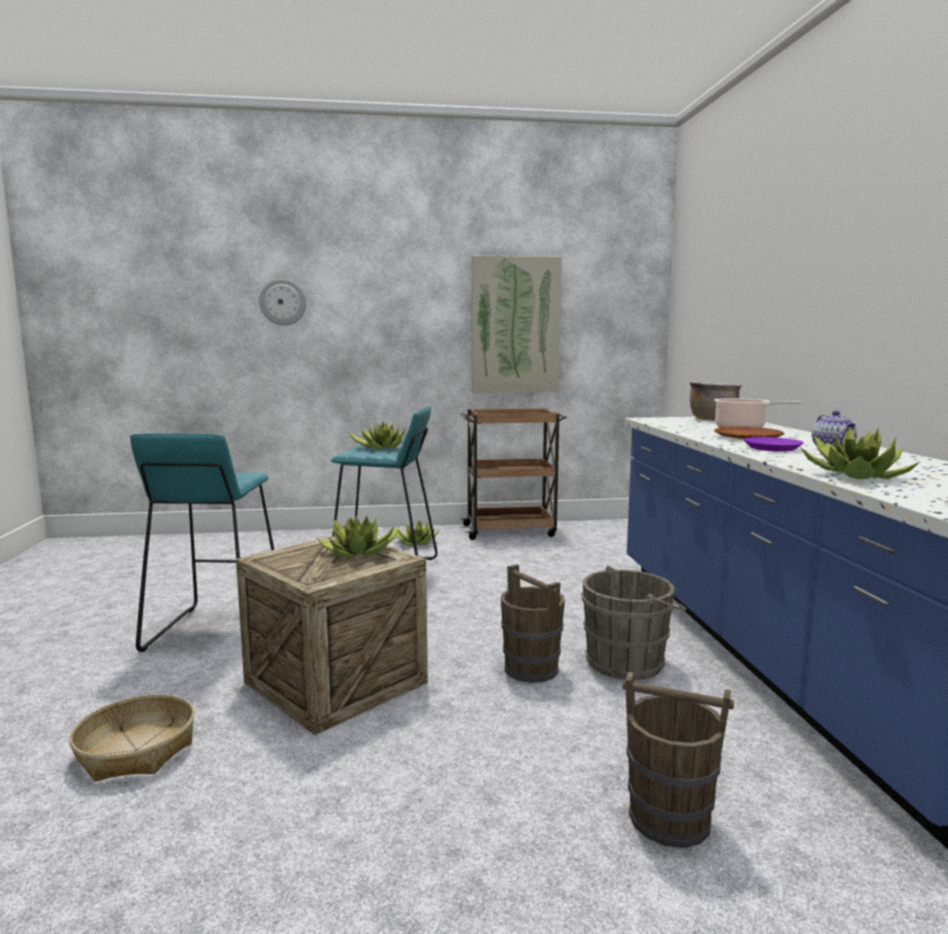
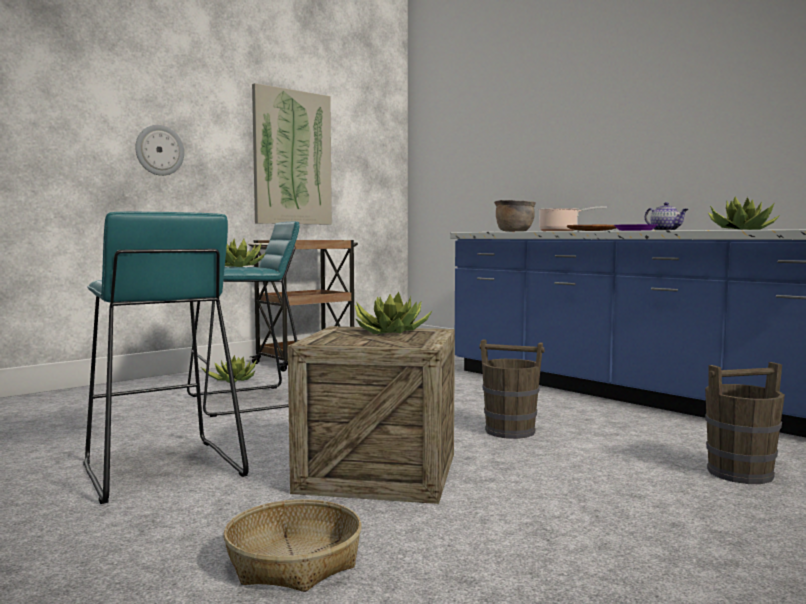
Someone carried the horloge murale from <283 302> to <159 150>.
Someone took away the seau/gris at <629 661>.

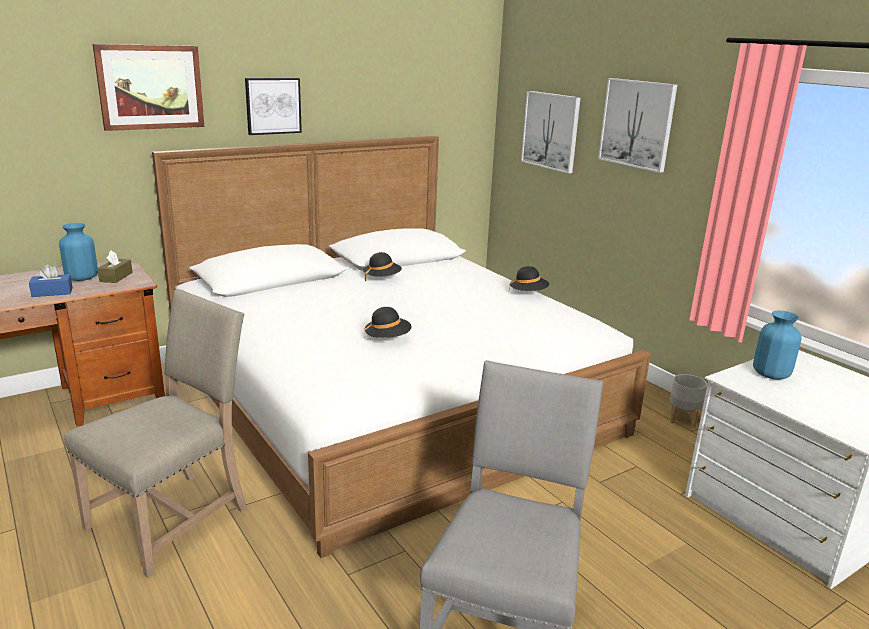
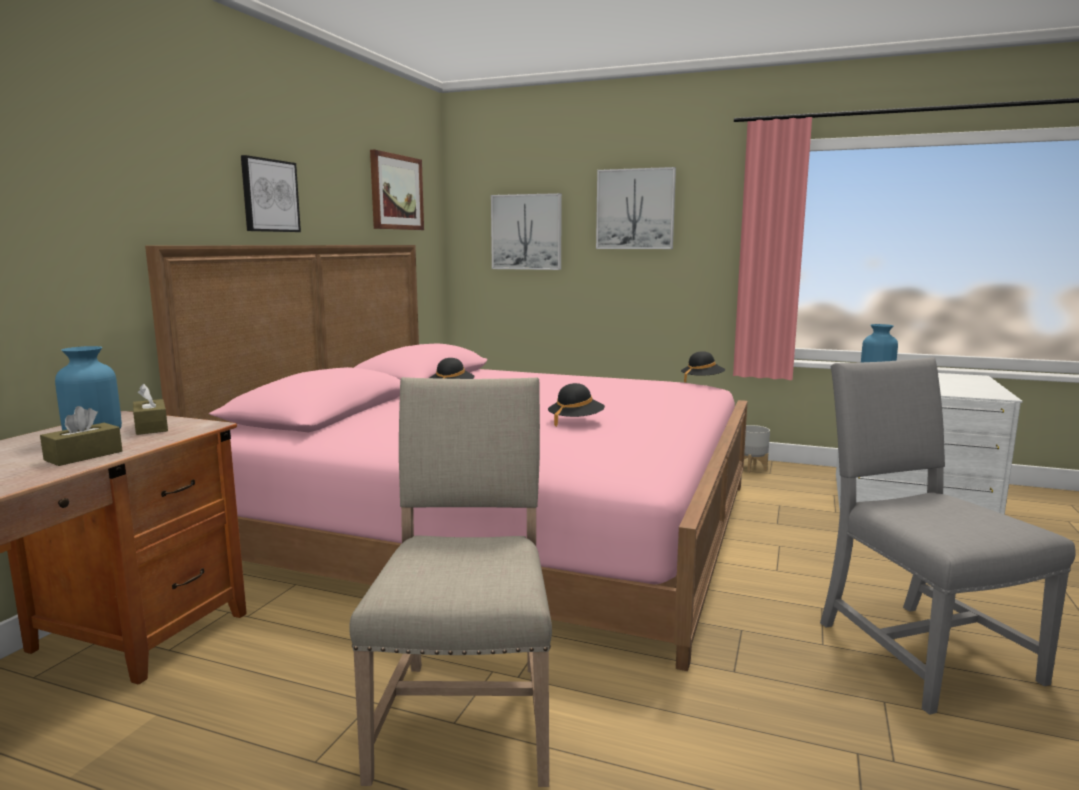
Someone repainted the boîte à mouchoirs/bleu at <52 292>, which became the boîte à mouchoirs/marron at <84 456>.
Someone repainted the lit/blanc at <389 396>, which became the lit/rose at <502 522>.
Someone carried the tableau from <150 87> to <396 192>.
Someone carried the chapeau/noir from <528 293> to <702 381>.

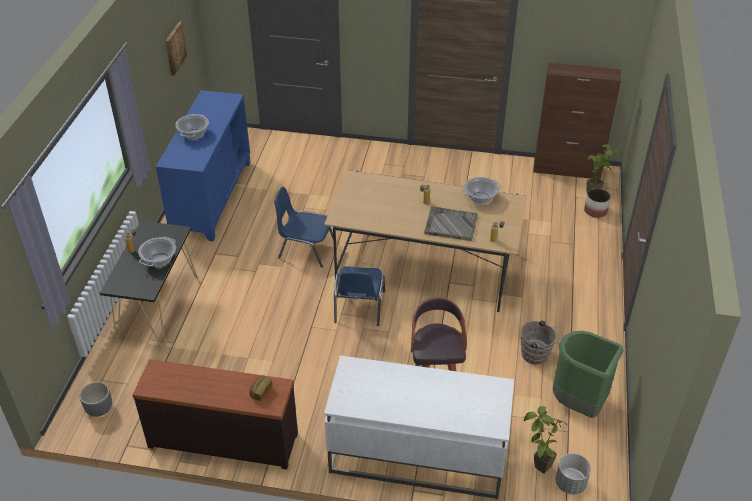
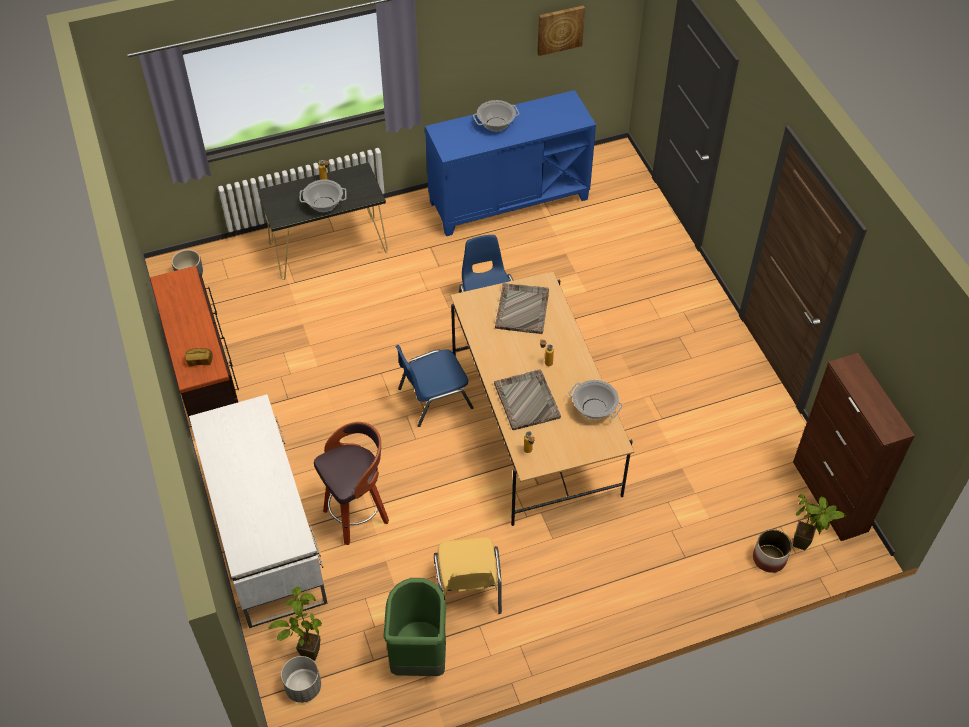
Someone swapped the seau/marron at <537 355> for the chaise/jaune at <468 589>.
Someone put down the plateau/gris at <522 309>.

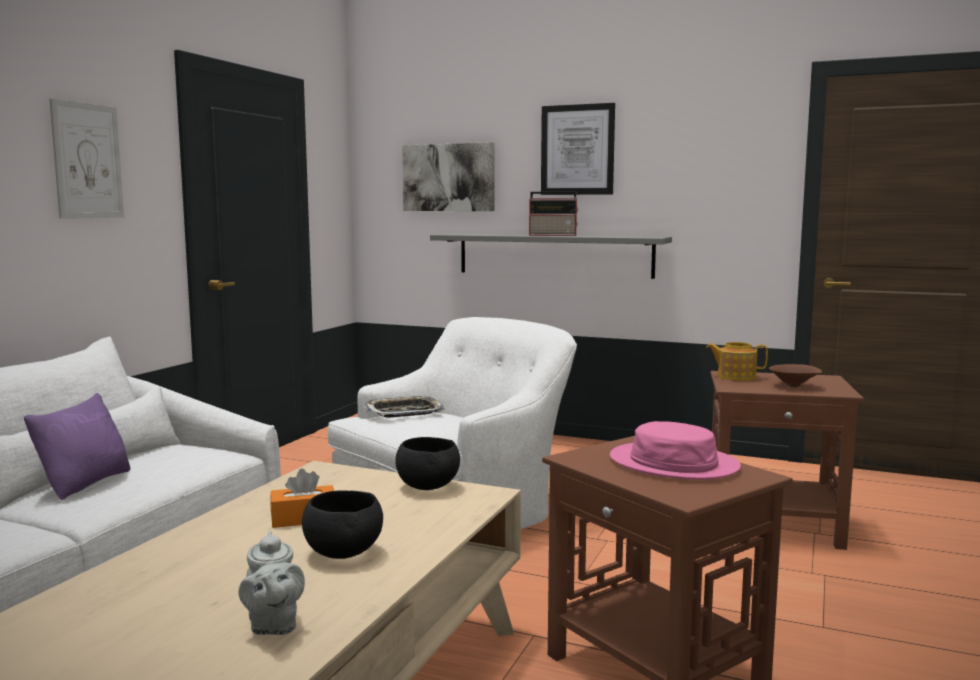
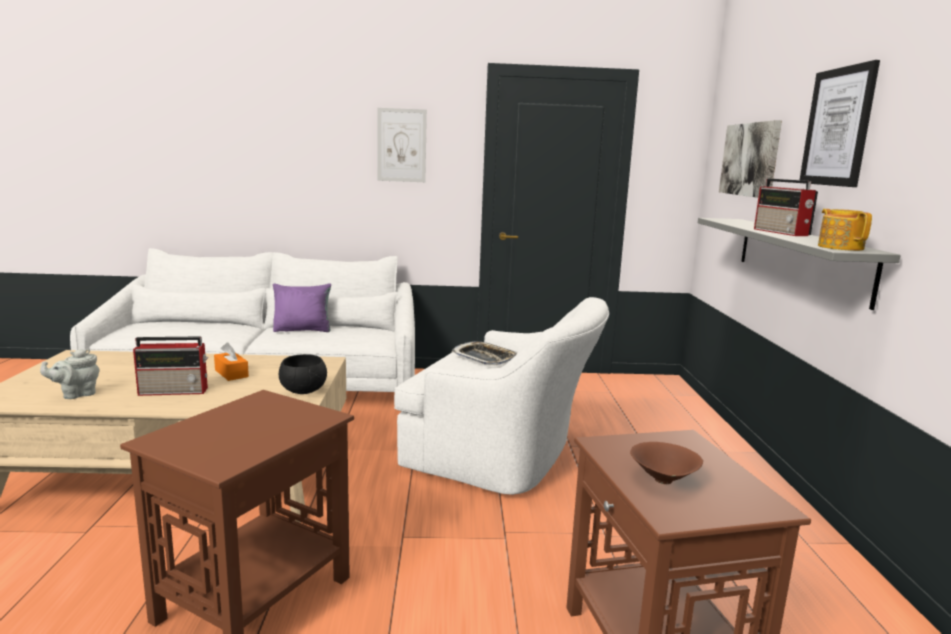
Someone swapped the bol/noir at <343 553> for the radio at <175 391>.
Someone carried the théière from <735 376> to <840 247>.
Someone took away the chapeau/rose at <673 463>.

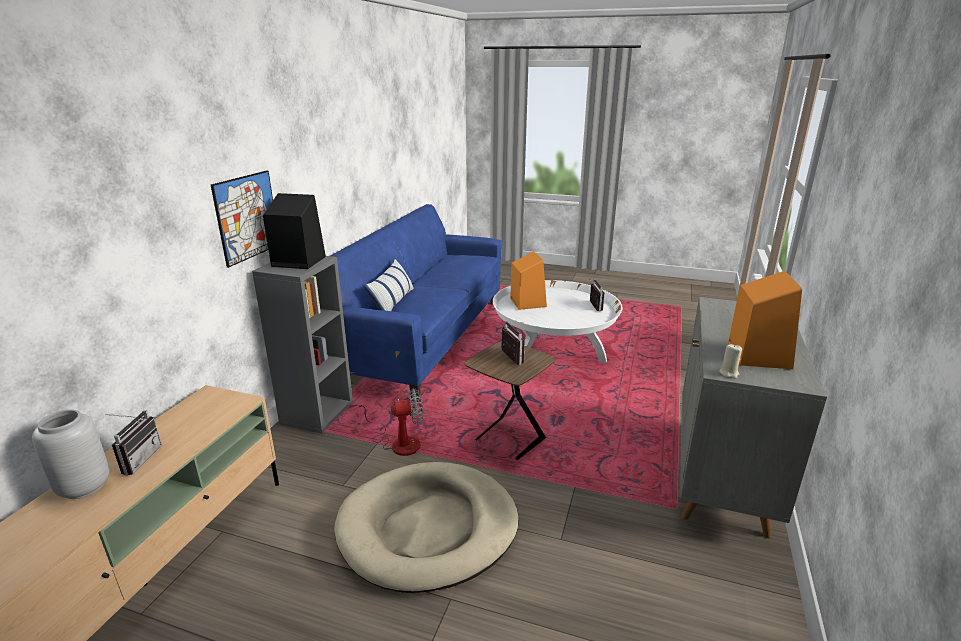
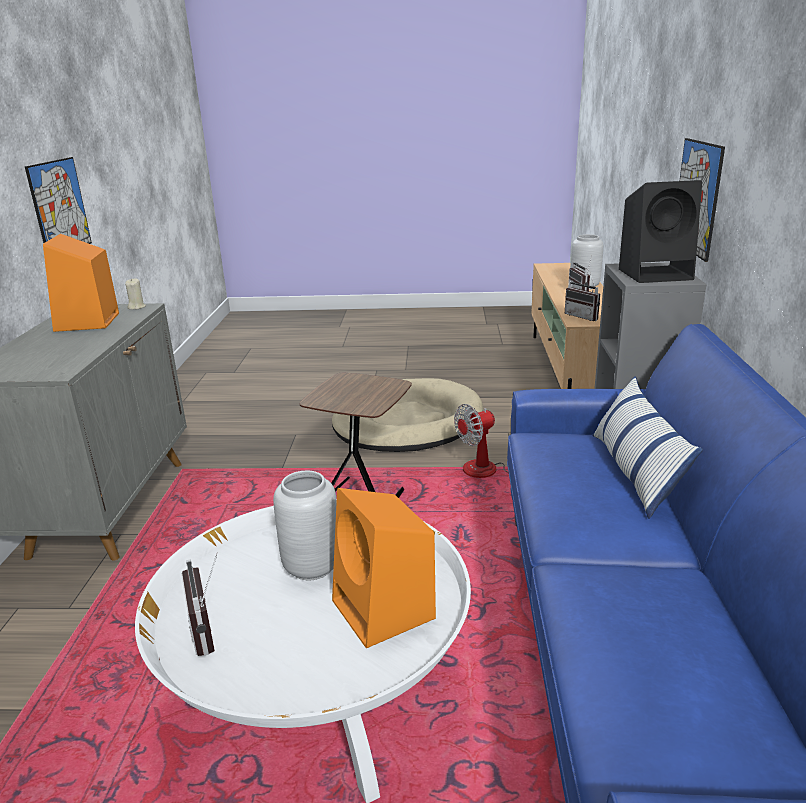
Someone put up the tableau at <59 208>.
Someone put down the vase/gris at <313 566>.
Someone carried the radio from <508 358> to <584 316>.

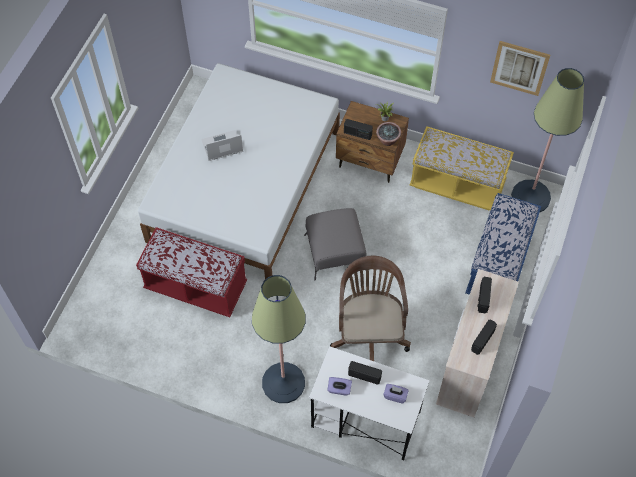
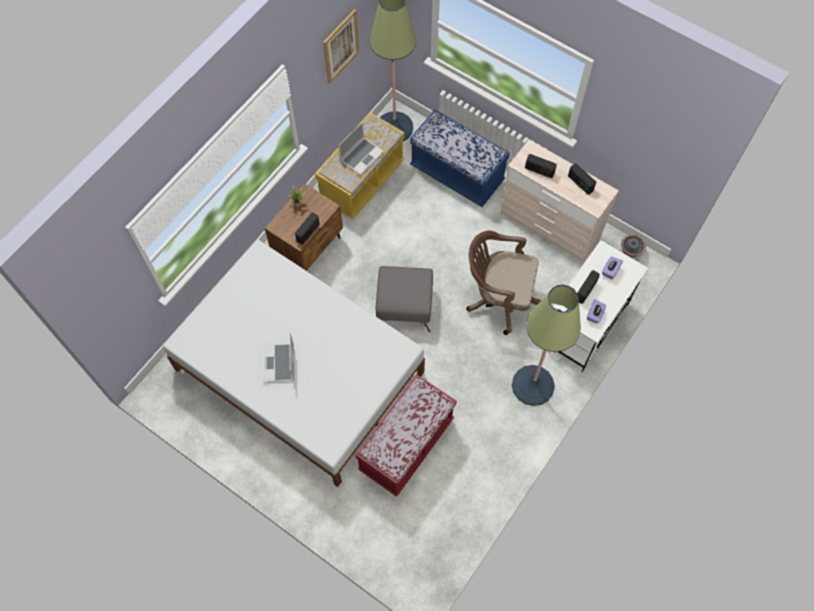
Someone put down the ordinateur portable at <361 156>.
Someone carried the plante en pot from <387 141> to <630 252>.

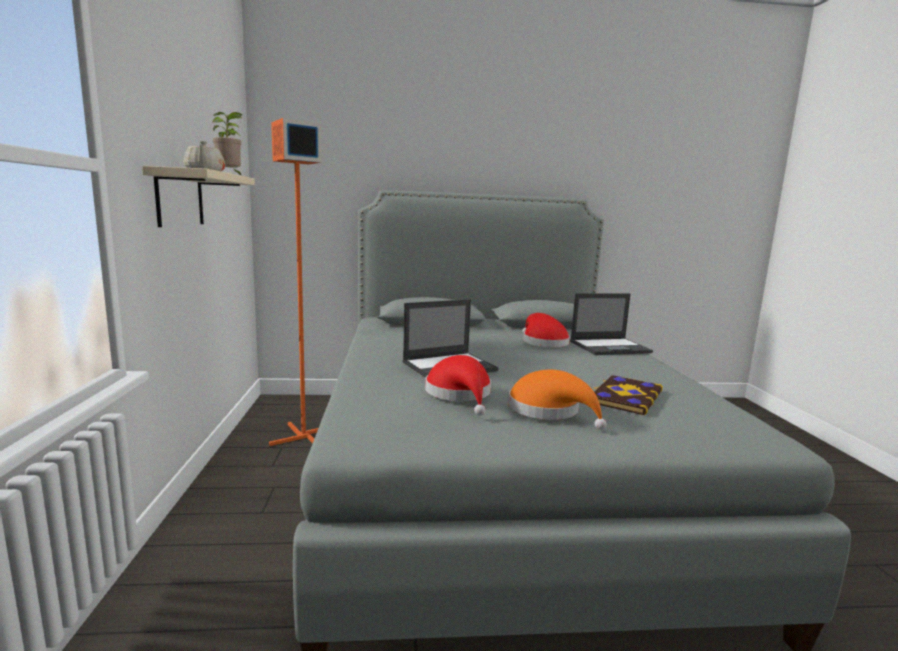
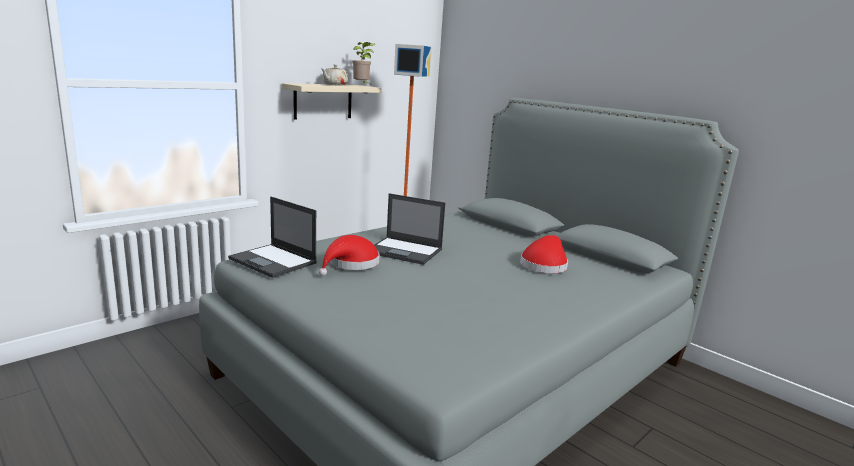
Someone carried the ordinateur portable from <610 347> to <273 261>.
Someone took away the chapeau/orange at <548 410>.
Someone took away the livre at <625 397>.

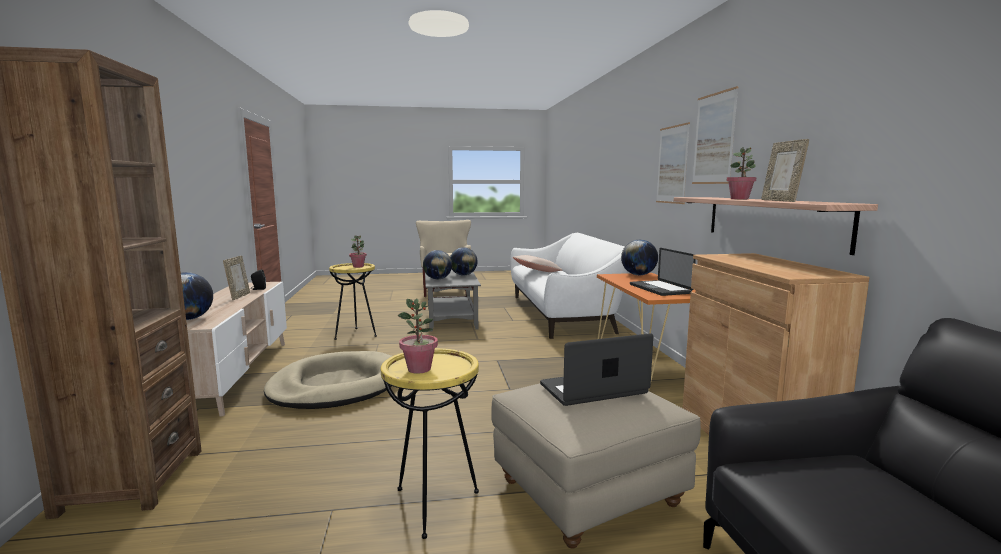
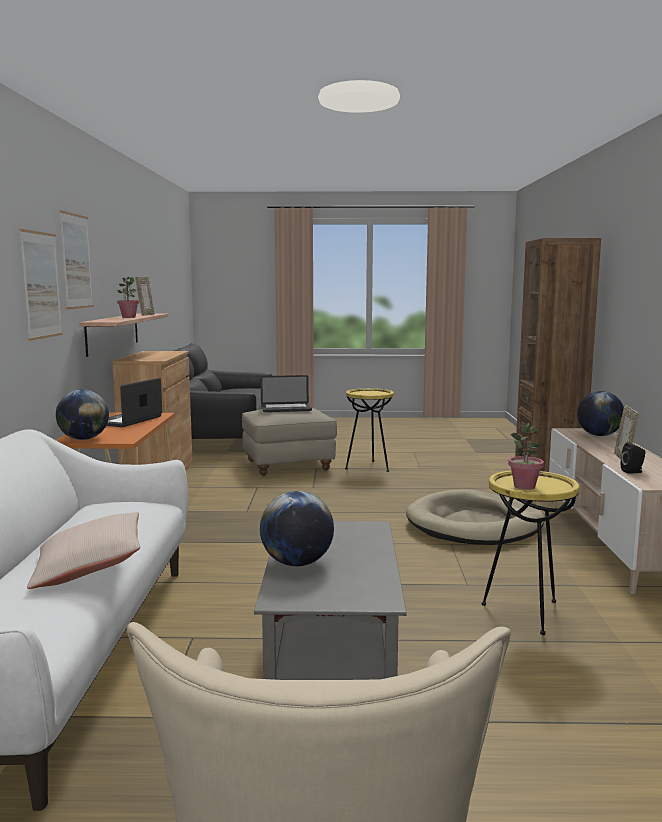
Someone rotated the ordinateur portable at <659 289> by 150 degrees counterclockwise.
Someone took away the plante en pot at <419 369>.
Someone took away the globe at <438 279>.

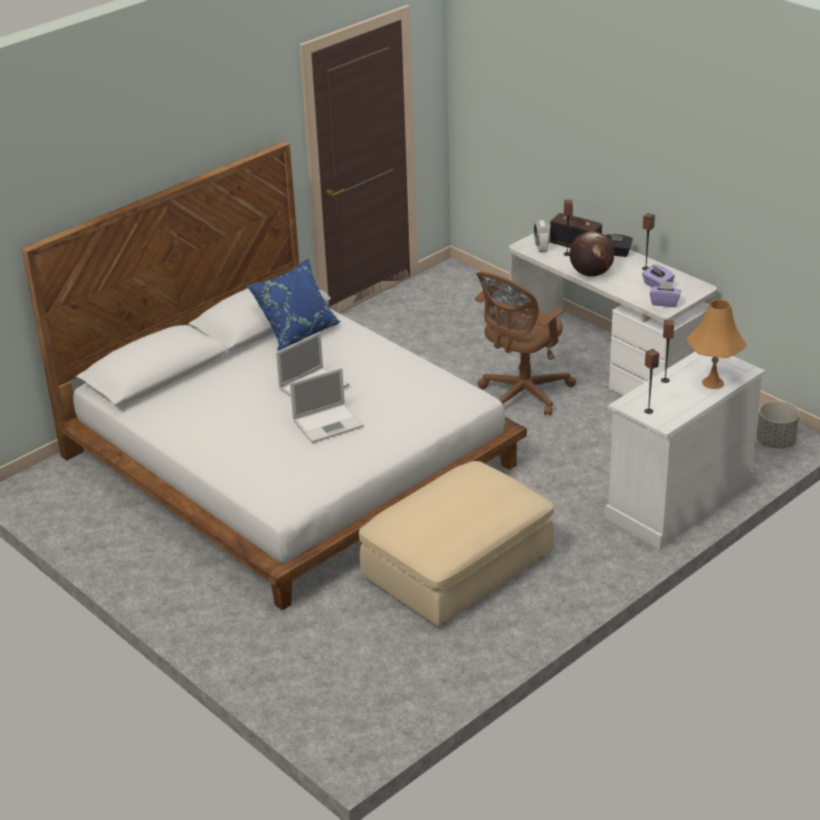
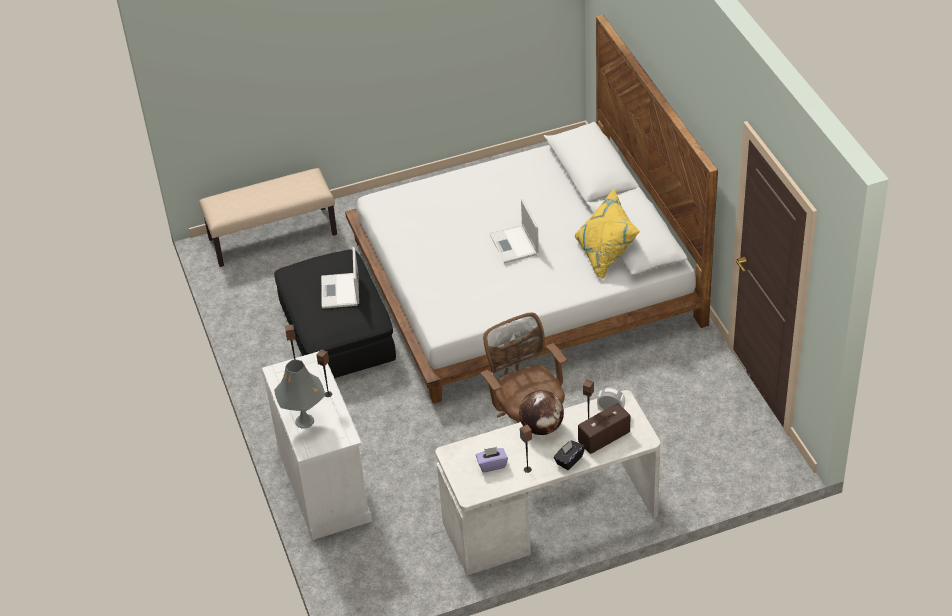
Someone put down the banc/beige at <273 236>.
Someone repainted the pouf/beige at <457 566>, which became the pouf/noir at <338 334>.
Someone repainted the lampe de table/orange at <713 382>, which became the lampe de table/gris at <304 421>.
Someone carried the ordinateur portable from <329 423> to <340 292>.
Someone repainted the coussin/bleu at <297 332>, which became the coussin/jaune at <605 254>.
Someone took away the boîte à mouchoirs/violet at <664 302>.
Someone took away the cache-pot/gris at <775 442>.

